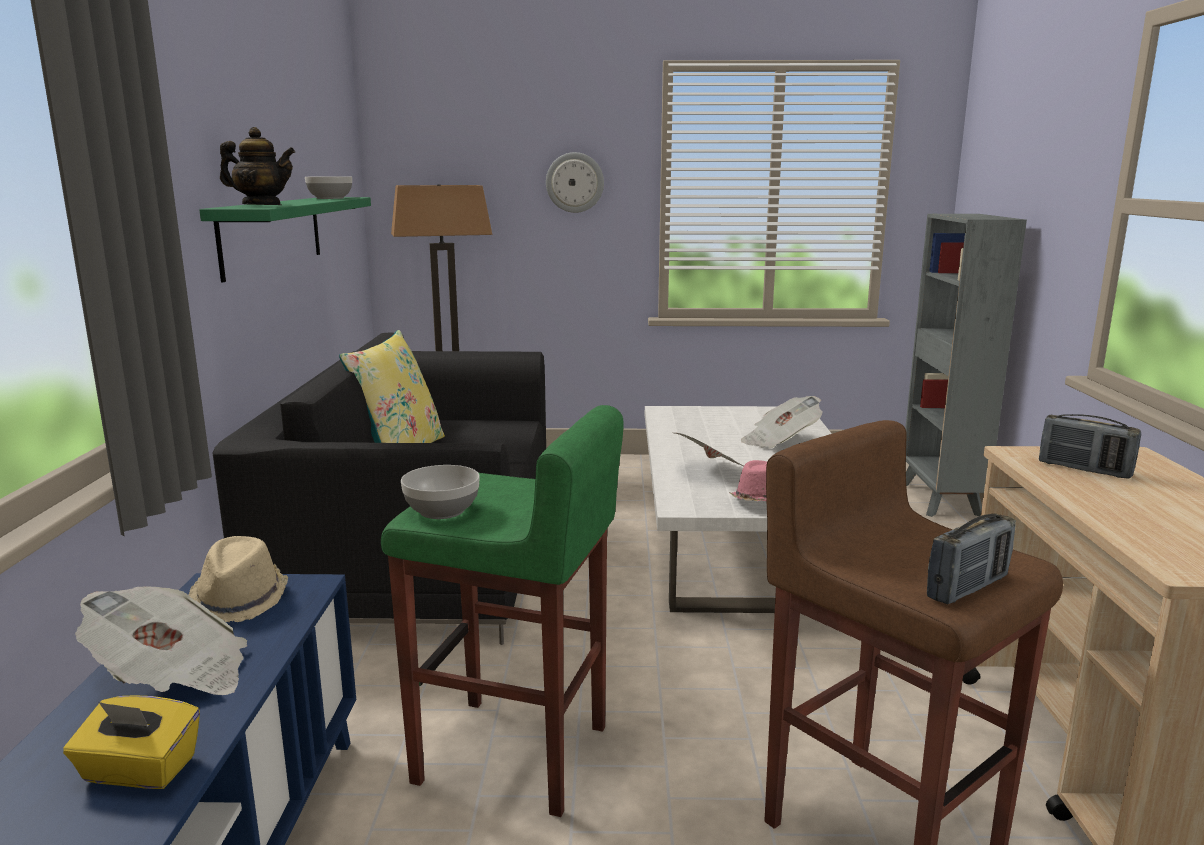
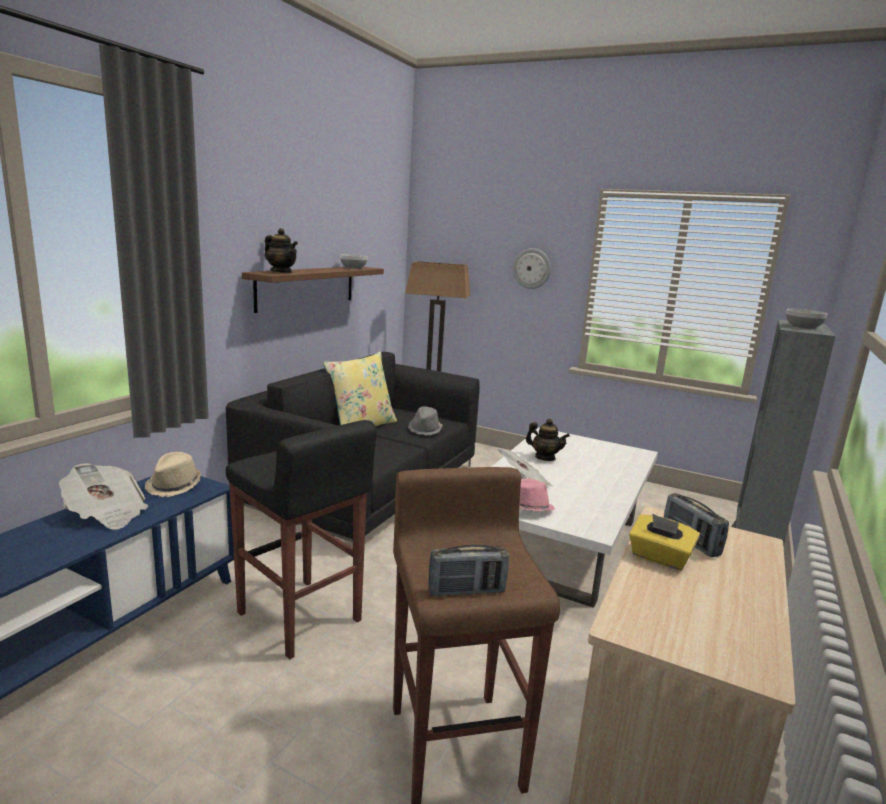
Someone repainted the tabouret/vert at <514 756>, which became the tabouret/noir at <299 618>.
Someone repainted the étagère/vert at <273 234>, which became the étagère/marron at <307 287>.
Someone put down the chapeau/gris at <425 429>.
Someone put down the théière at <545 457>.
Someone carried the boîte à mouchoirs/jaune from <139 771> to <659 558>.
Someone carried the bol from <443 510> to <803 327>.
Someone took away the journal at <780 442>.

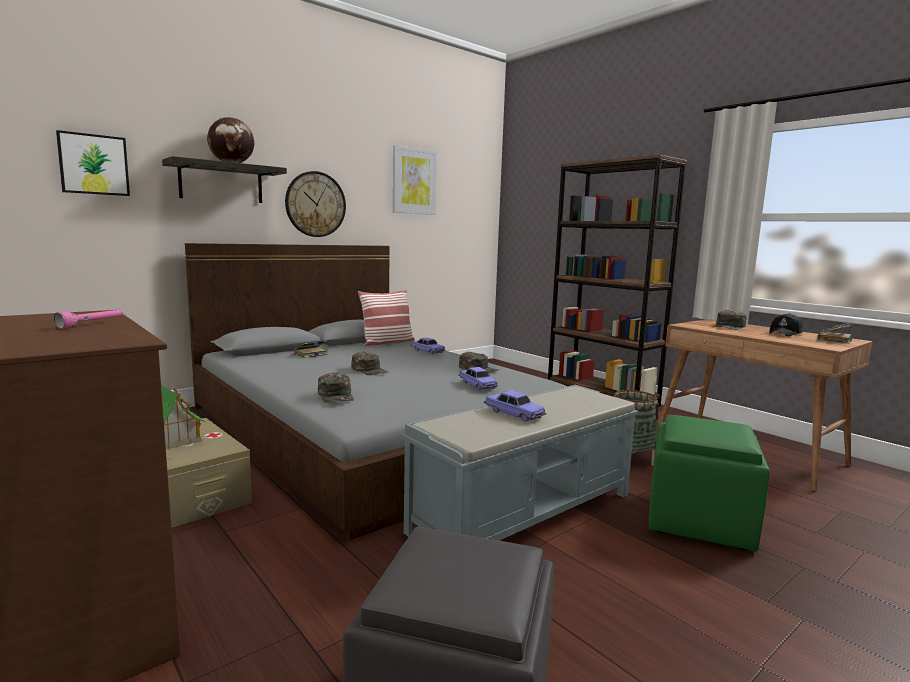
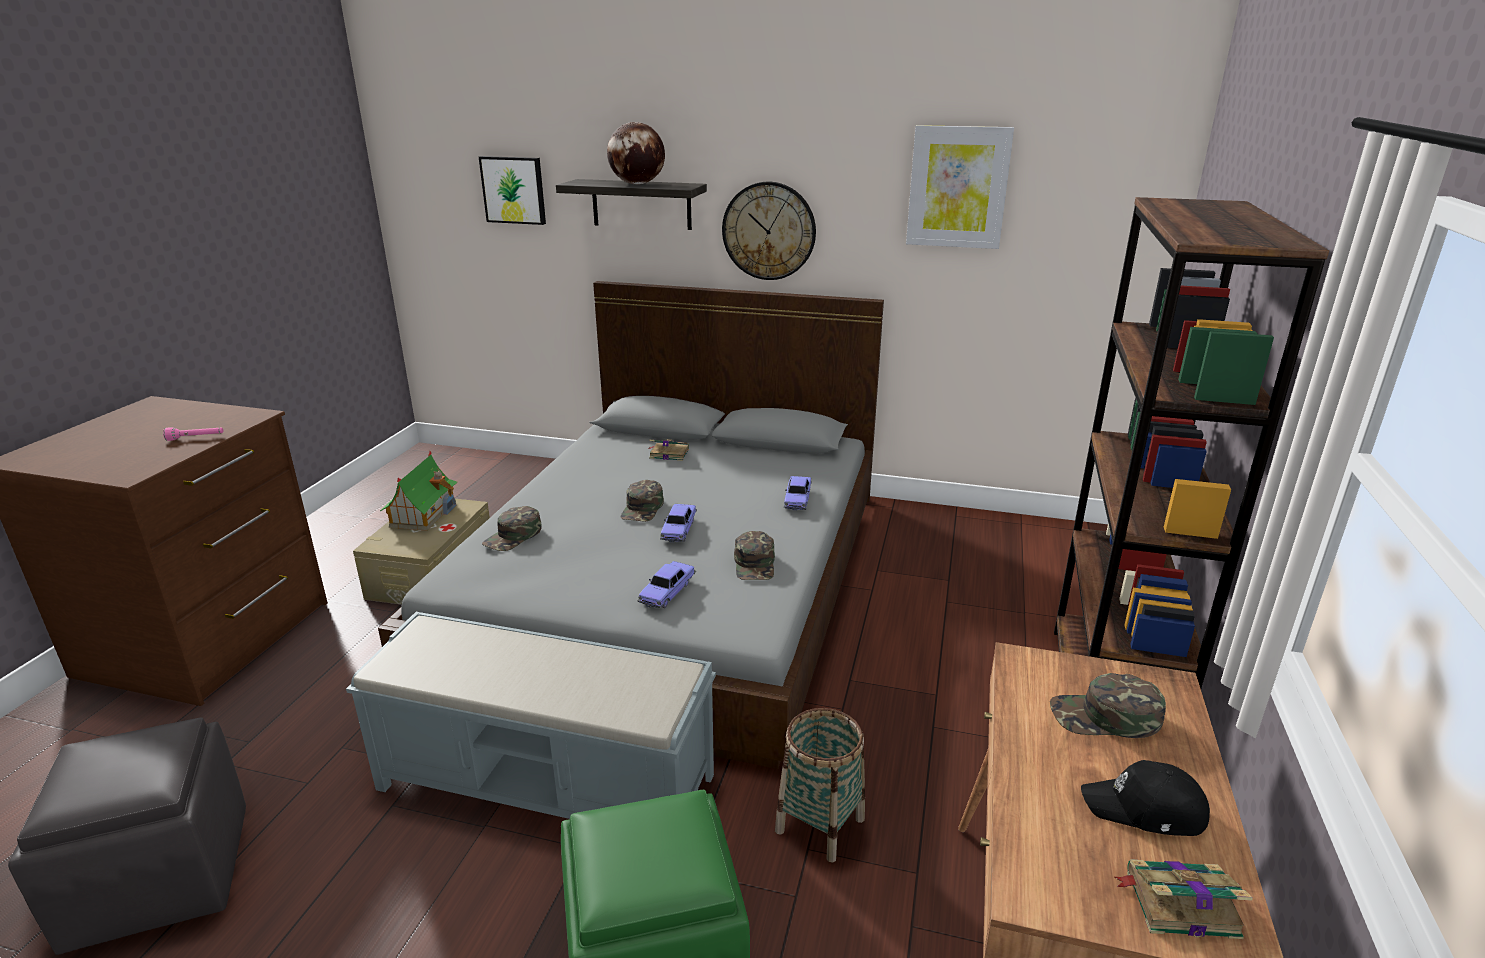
Someone carried the petite voiture from <514 414> to <678 529>.
Someone took away the coussin at <387 342>.

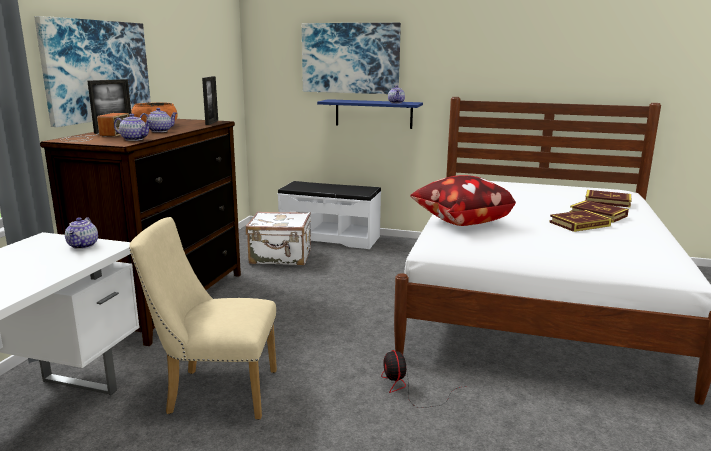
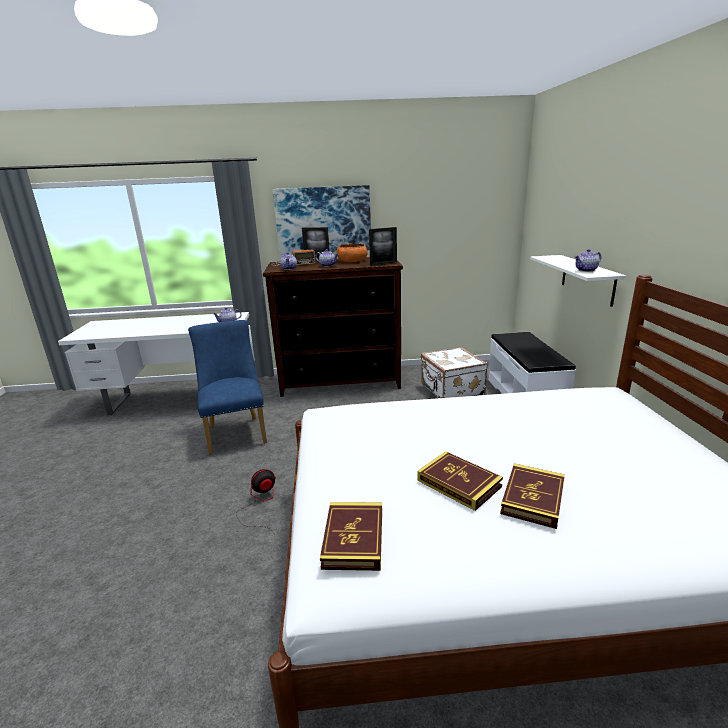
Someone repainted the chaise/beige at <214 392>, which became the chaise/bleu at <236 432>.
Someone carried the livre from <607 201> to <353 539>.
Someone repainted the étagère/bleu at <373 114>, which became the étagère/blanc at <587 279>.
Someone took away the tableau at <350 58>.
Someone took away the coussin at <460 221>.

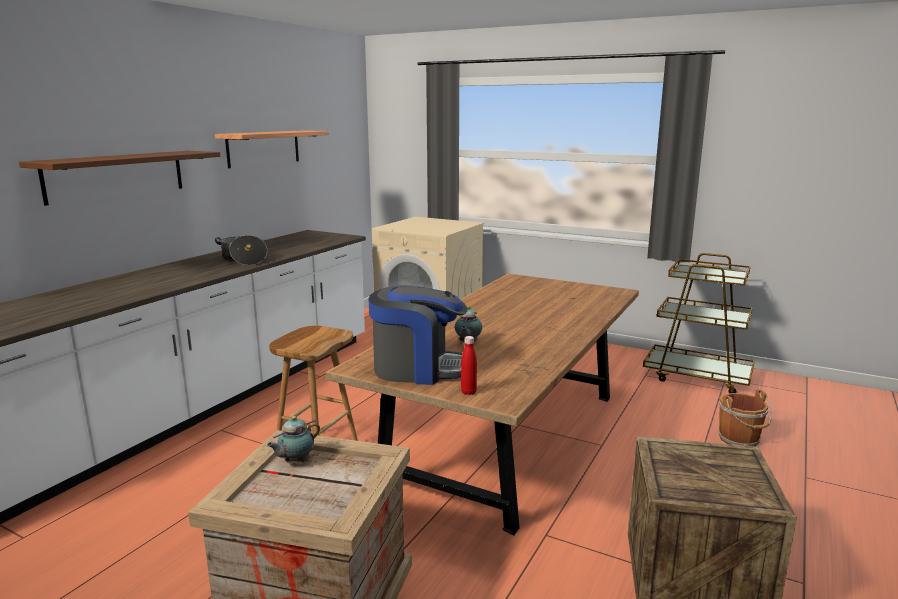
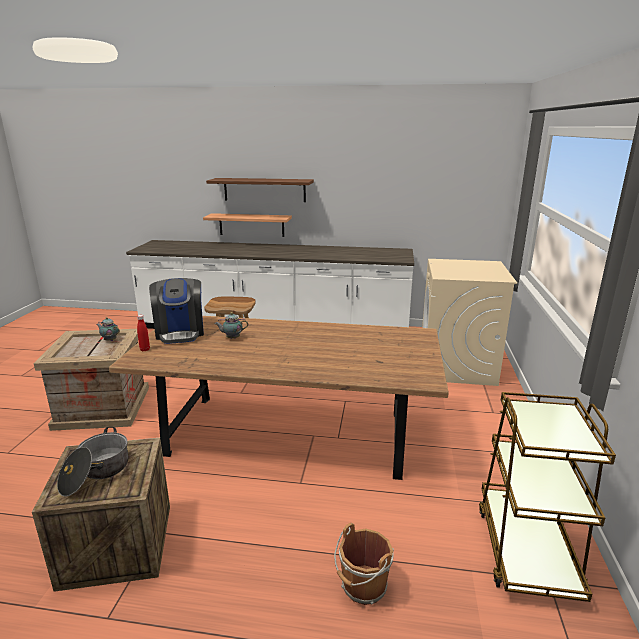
Someone carried the marmite from <243 260> to <96 473>.
Someone carried the étagère from <263 148> to <251 225>.

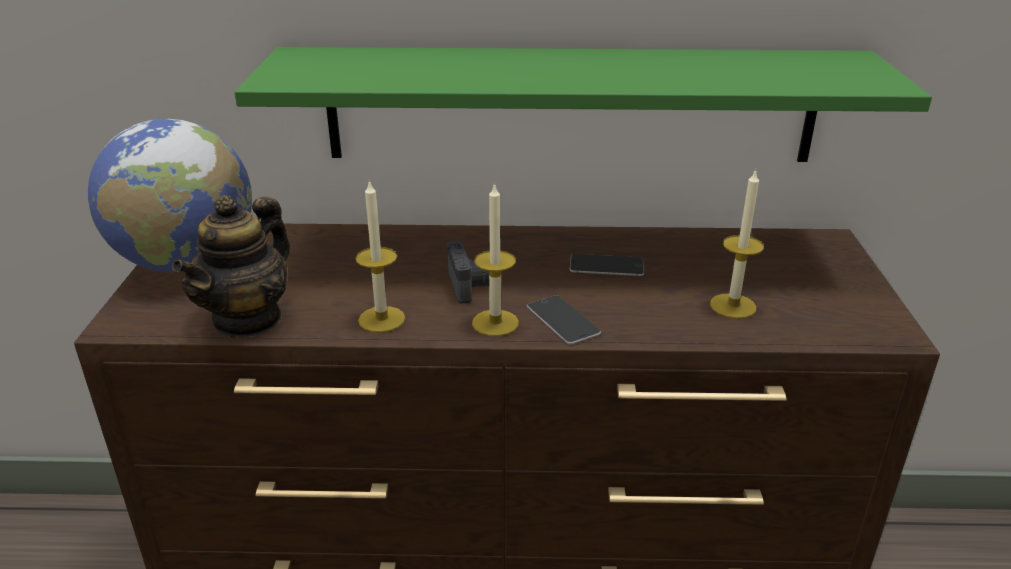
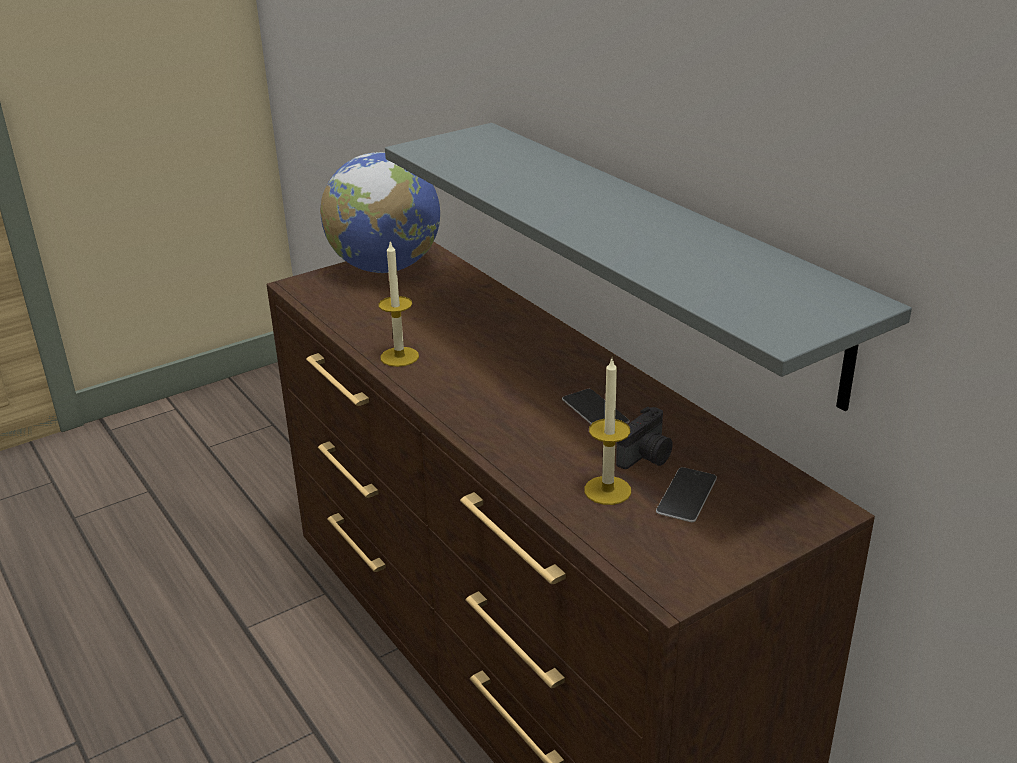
Someone repainted the étagère/vert at <570 105>, which became the étagère/gris at <657 251>.
Someone carried the appareil photo from <469 286> to <646 457>.
Someone carried the téléphone from <562 320> to <686 495>.
Someone took away the théière at <248 319>.
Someone took away the bougie at <495 323>.

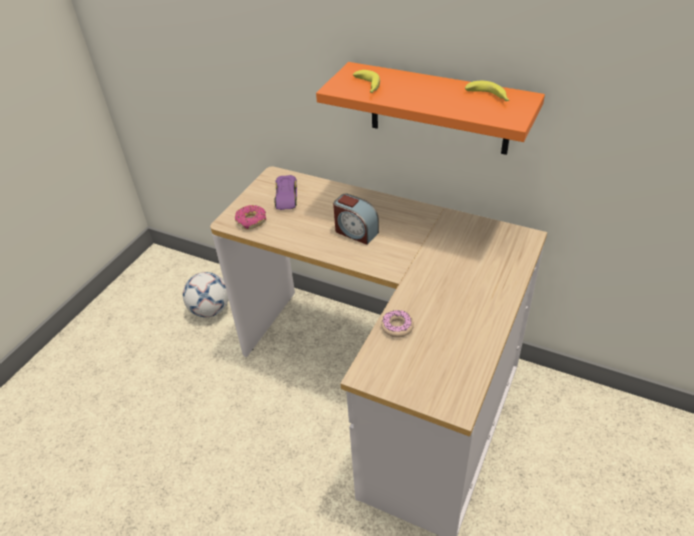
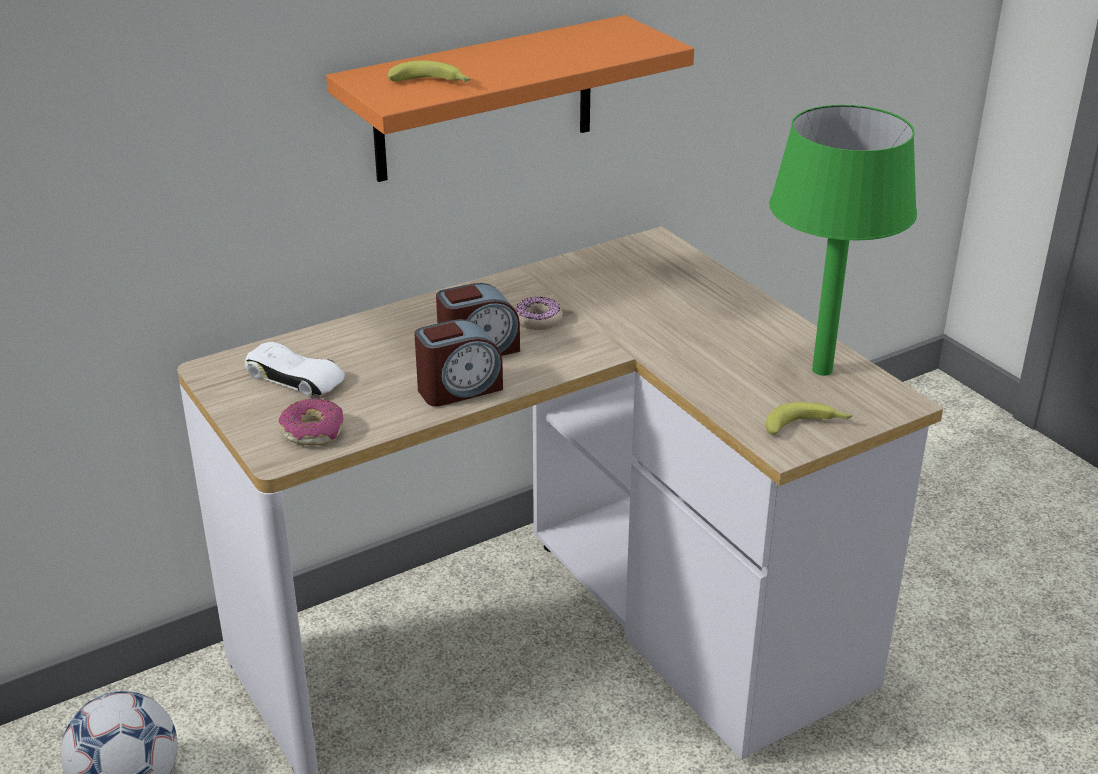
Someone repainted the petite voiture/violet at <286 197>, which became the petite voiture/blanc at <296 378>.
Someone put down the réveil at <459 389>.
Someone carried the beignet from <397 327> to <538 320>.
Someone carried the banane from <489 97> to <807 426>.
Someone put down the lampe de table/vert at <822 370>.

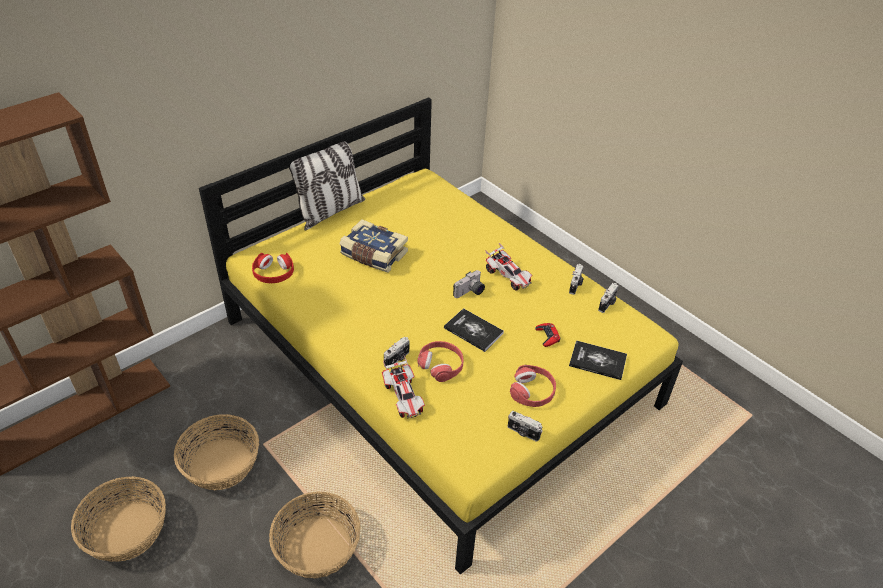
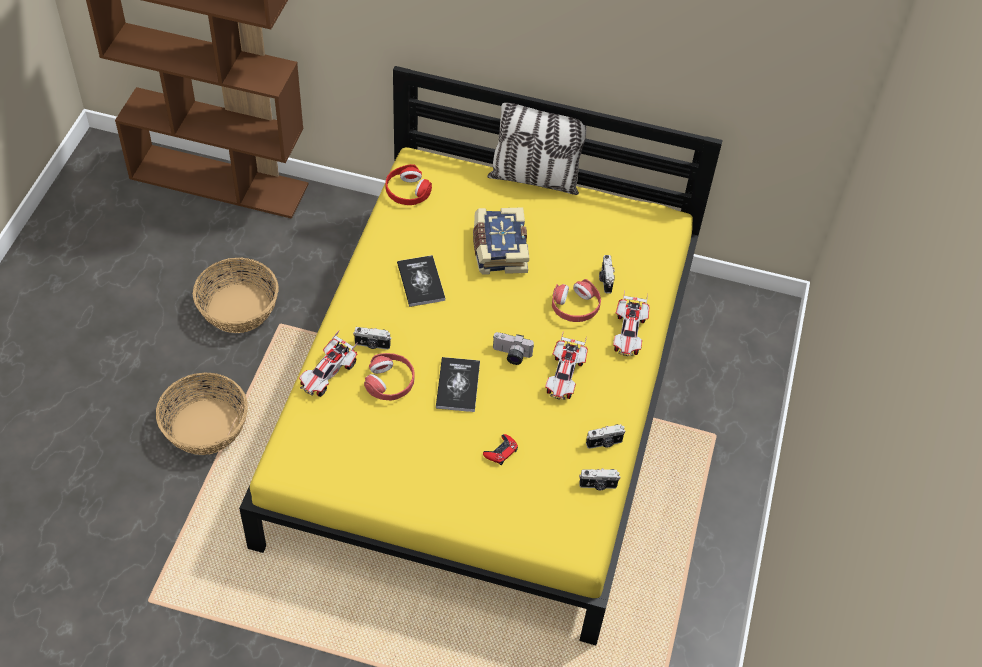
Someone carried the livre from <597 361> to <421 282>.
Someone carried the casque audio/rouge from <532 391> to <575 306>.
Someone carried the appareil photo from <523 432> to <605 280>.
Someone put down the petite voiture at <629 333>.
Someone took away the panier at <127 530>.

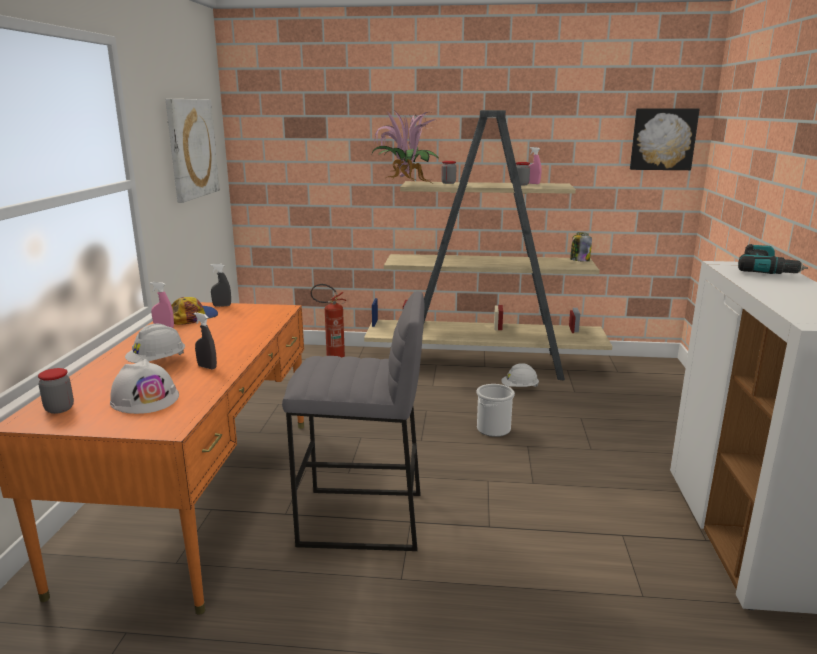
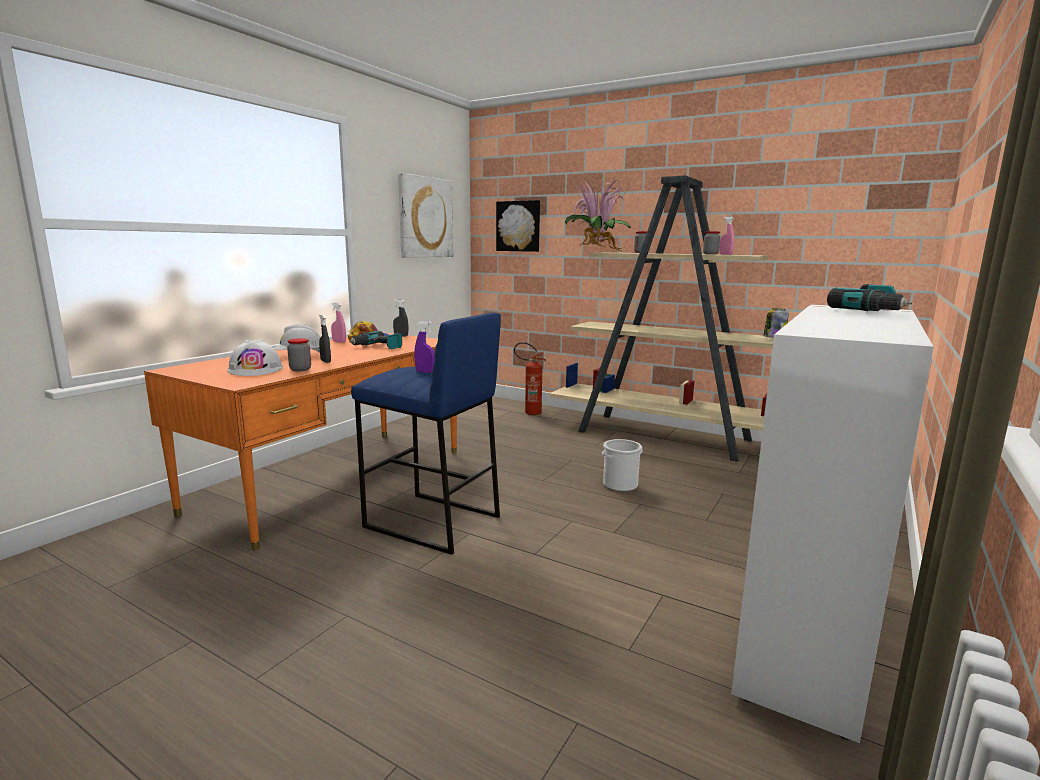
Someone carried the bocal from <59 409> to <300 369>.
Someone put down the perceuse at <377 347>.
Someone repainted the tabouret/gris at <361 520>, which became the tabouret/bleu at <431 522>.
Someone put down the vaporisateur/violet at <425 372>.
Someone carried the tableau from <662 139> to <518 226>.
Someone took away the casque de chantier/blanc at <519 388>.

